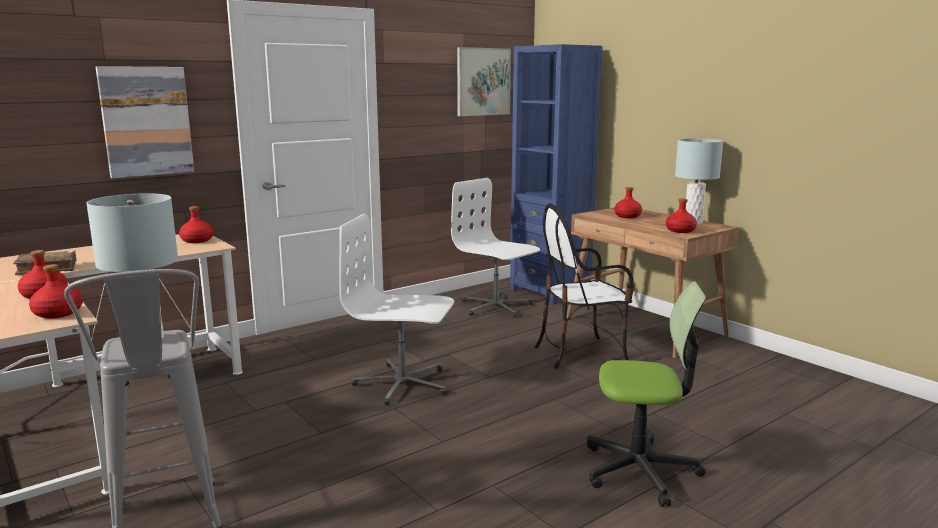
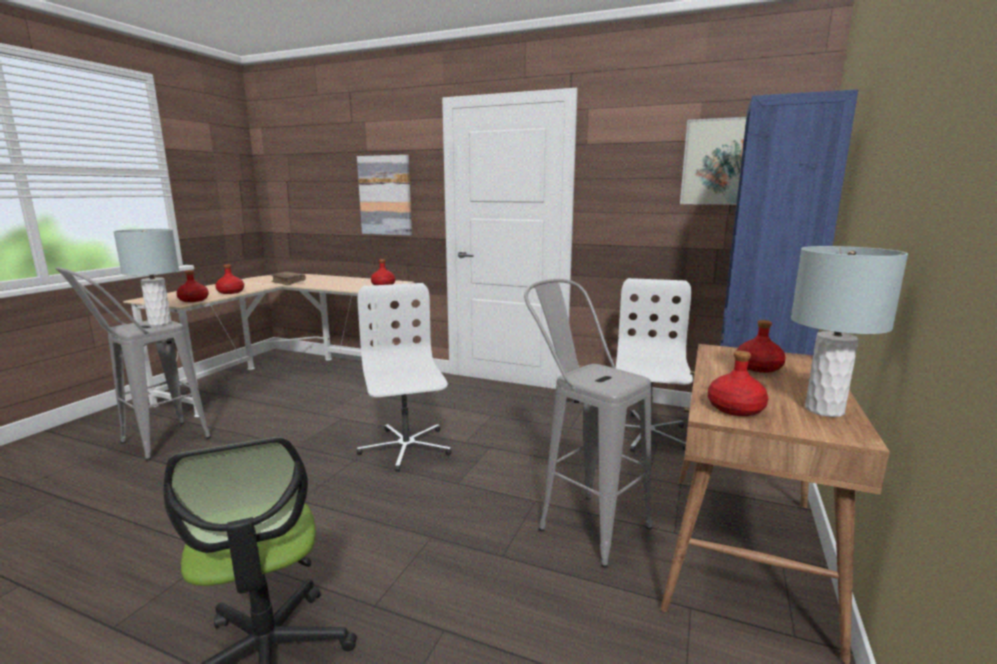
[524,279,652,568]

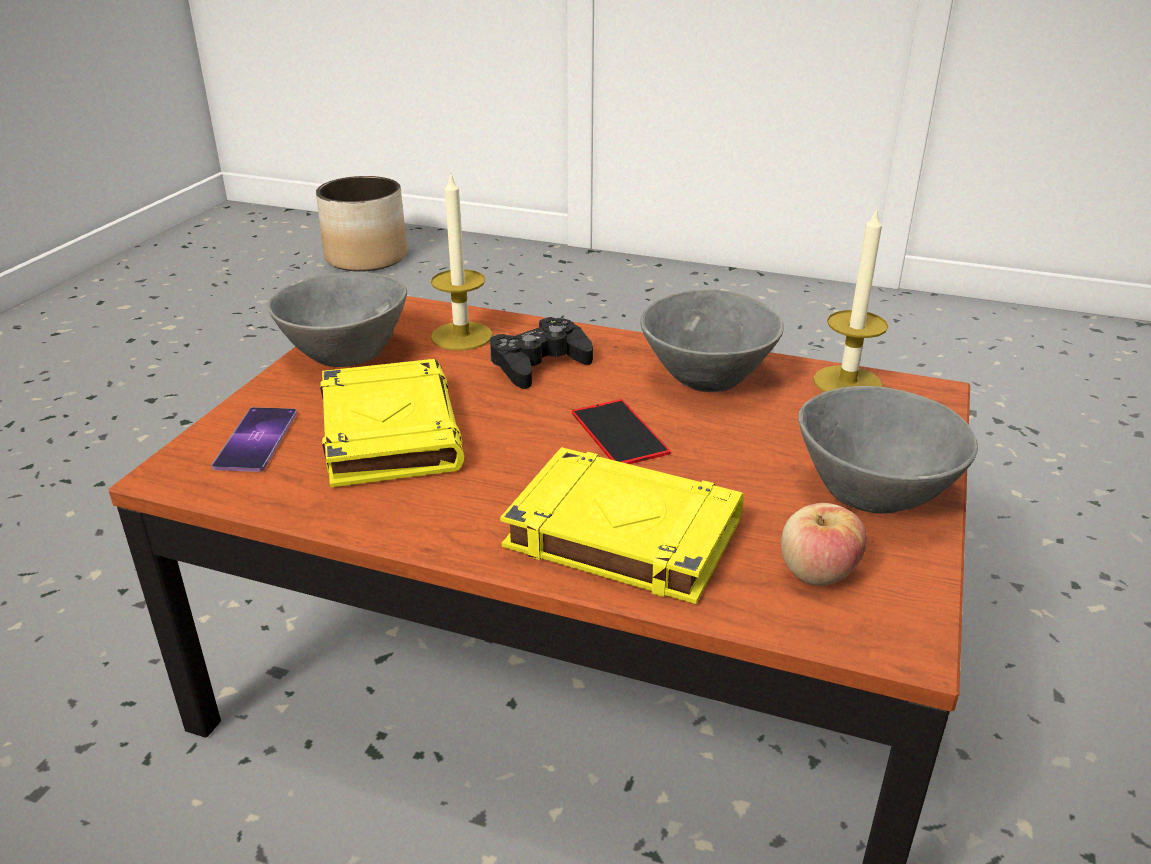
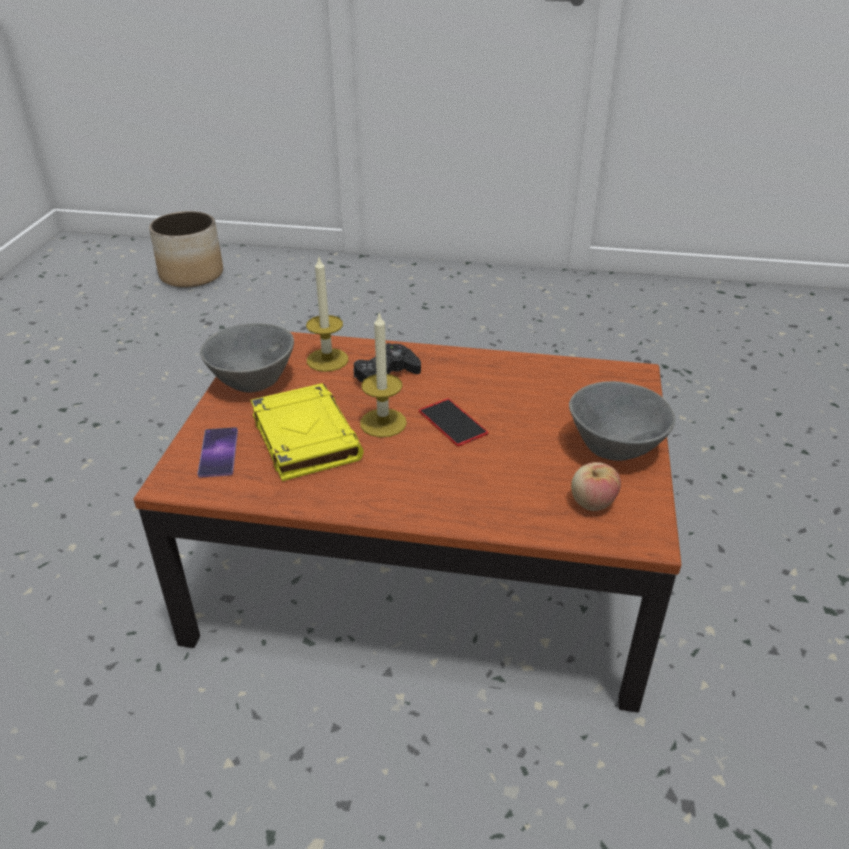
[360,313,407,438]
[640,290,784,392] (first image)
[500,447,744,604] (first image)

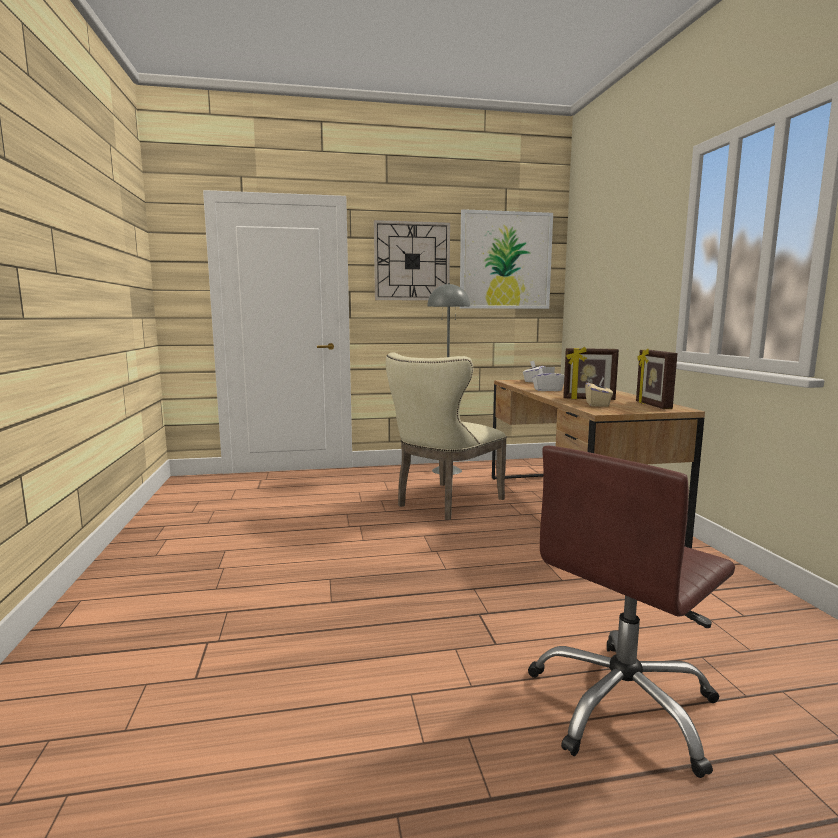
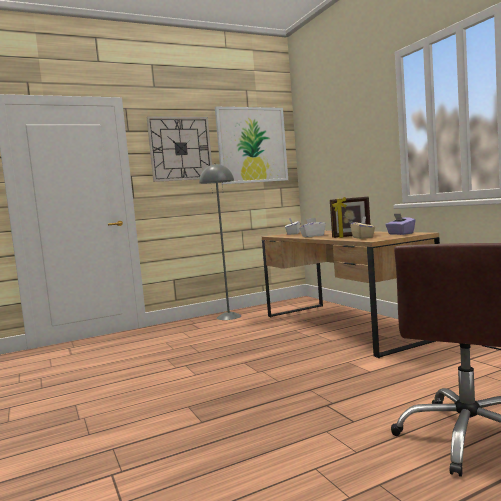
[385,214,416,235]
[386,352,507,520] (first image)

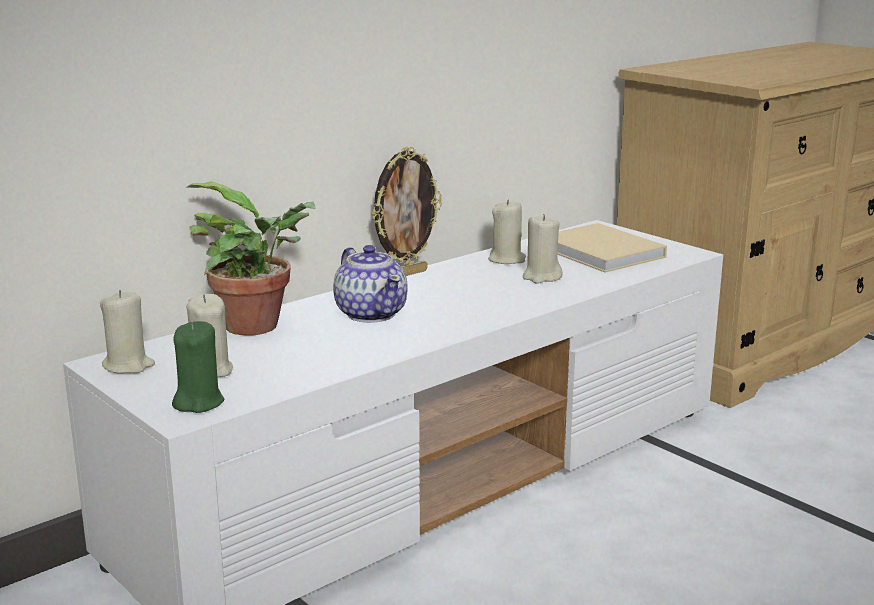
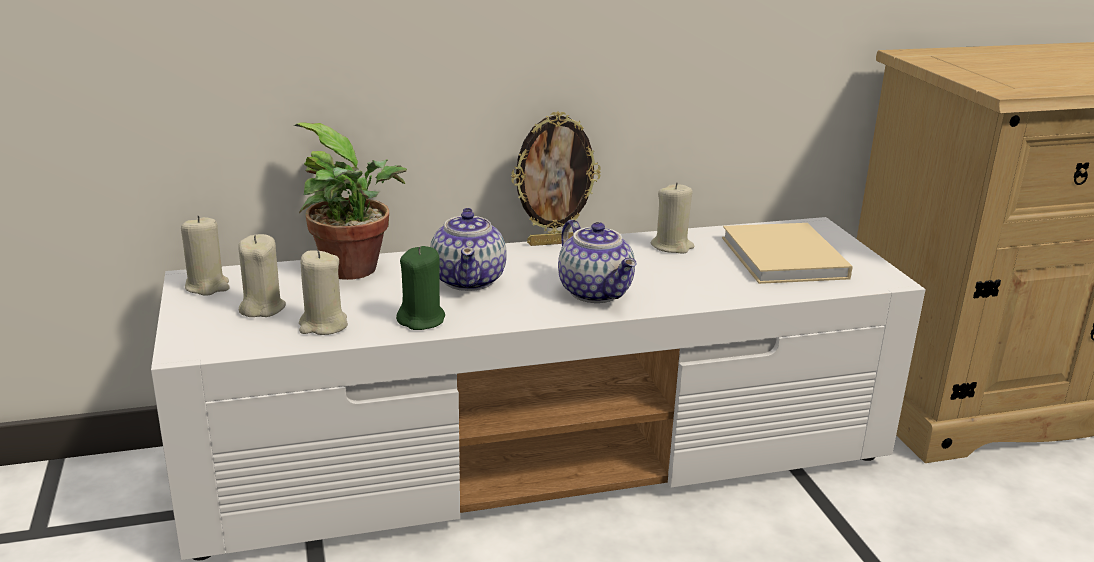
[299,251,348,335]
[396,246,445,330]
[558,219,637,303]

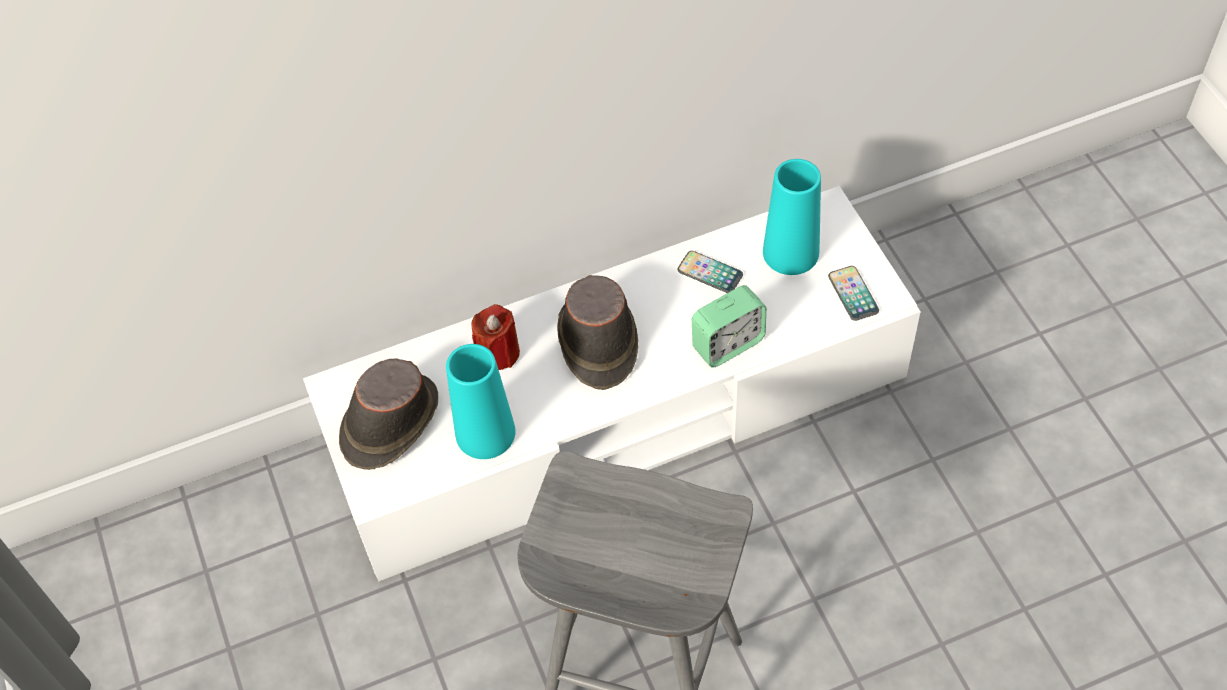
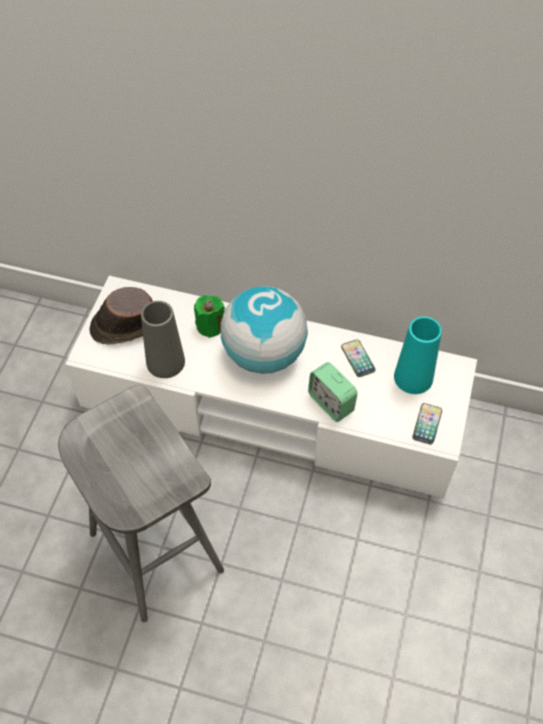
[220,286,308,374]
[308,362,357,422]
[194,295,225,338]
[141,301,185,378]

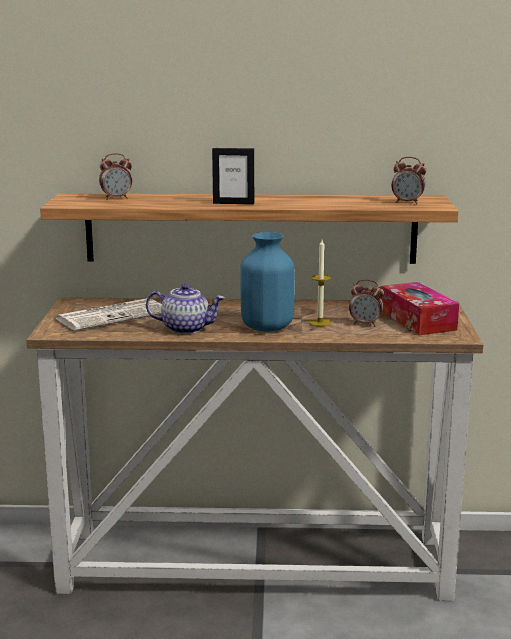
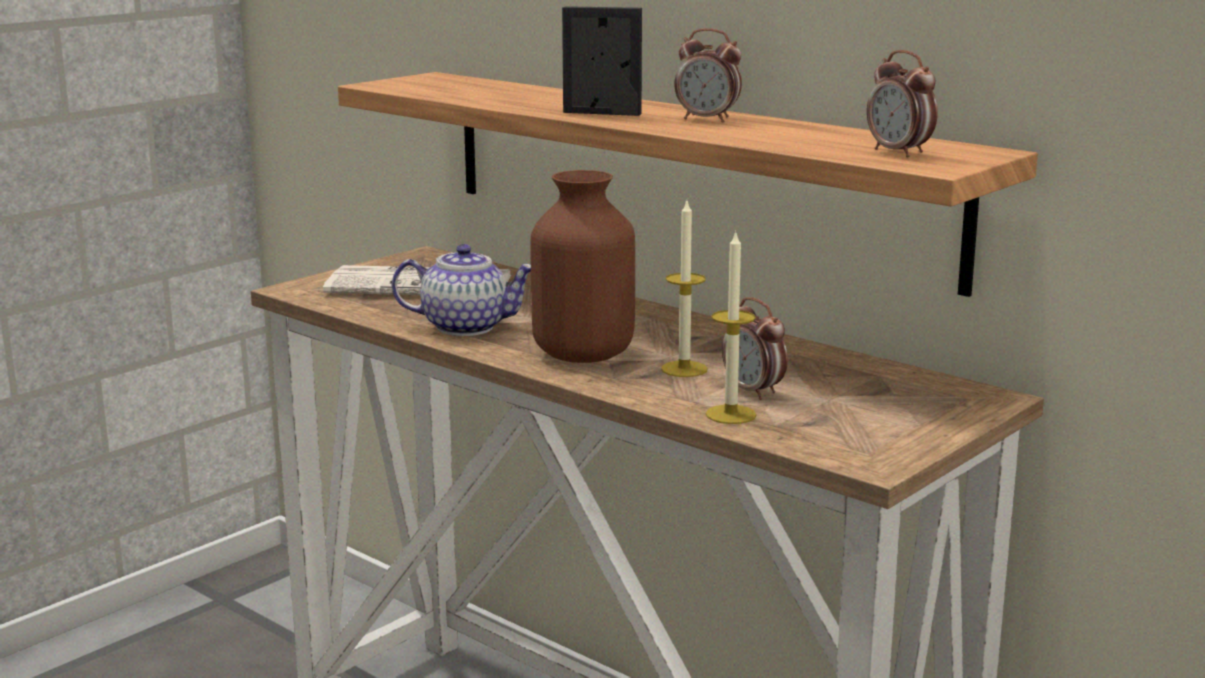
[562,6,642,116]
[675,28,742,123]
[530,170,635,363]
[382,282,459,335] (first image)
[392,244,531,336]
[706,230,756,424]

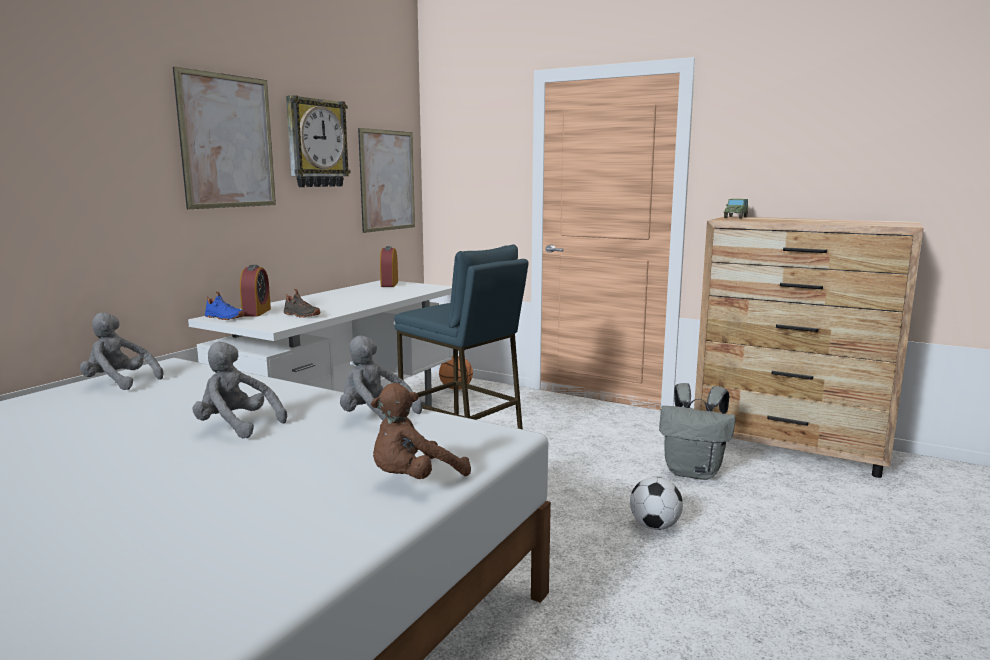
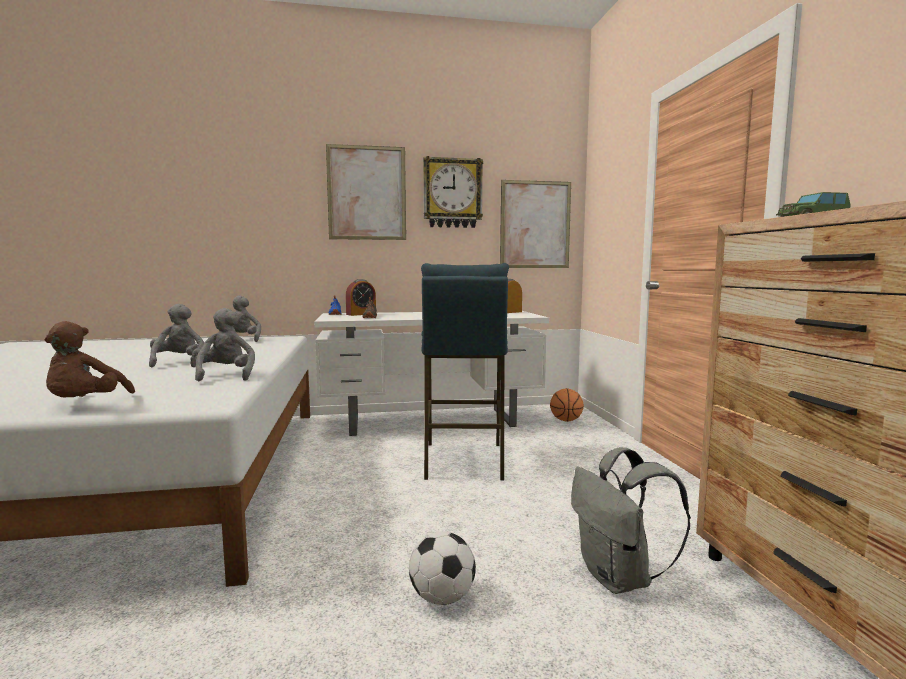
[45,321,135,397]

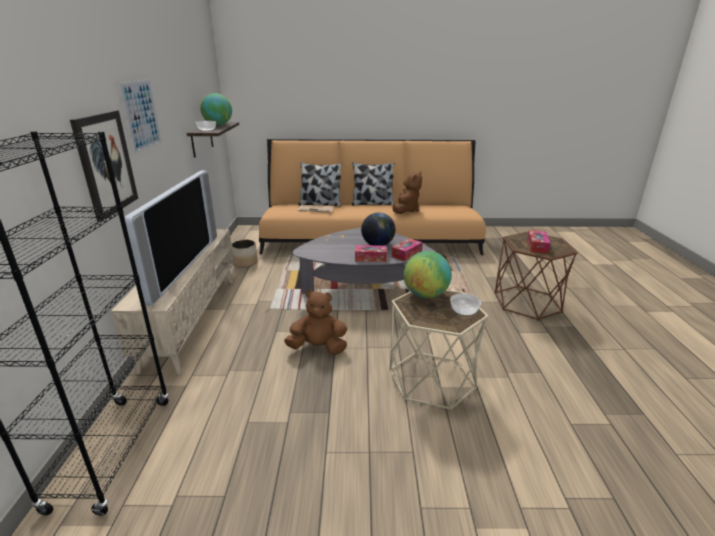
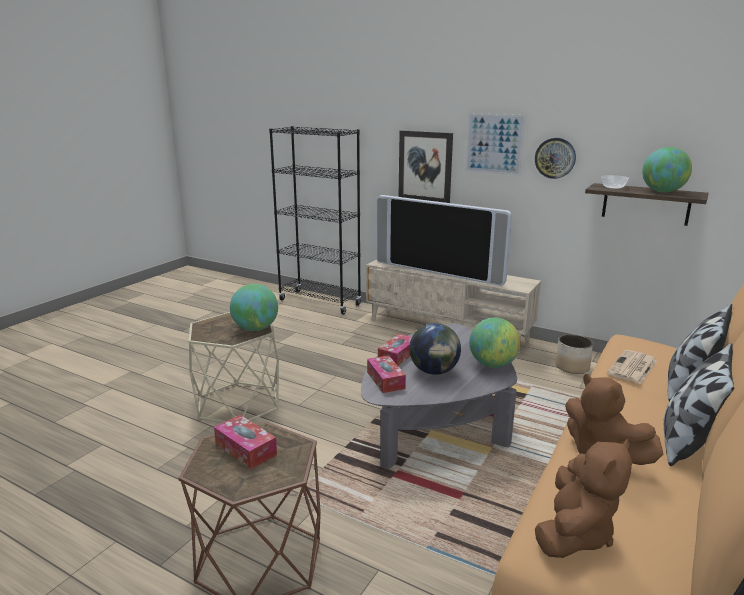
[535,439,632,558]
[450,293,481,316] (first image)
[535,138,576,179]
[469,318,520,368]

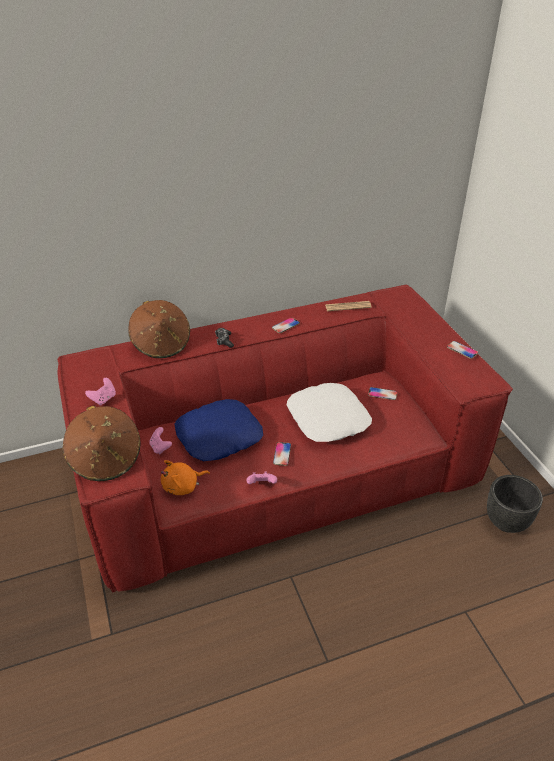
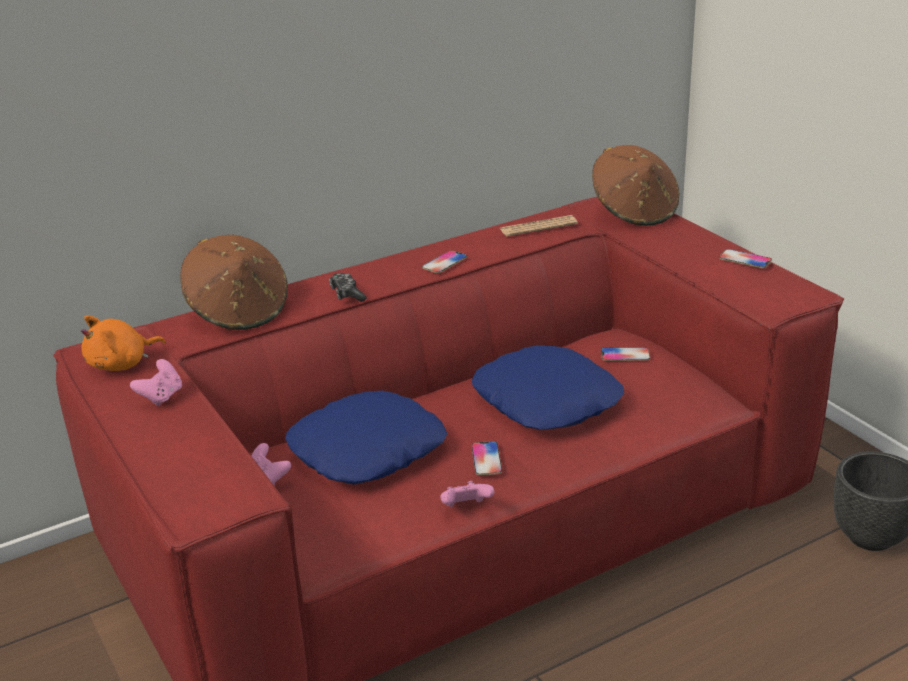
[472,345,624,430]
[592,145,680,226]
[81,315,165,371]

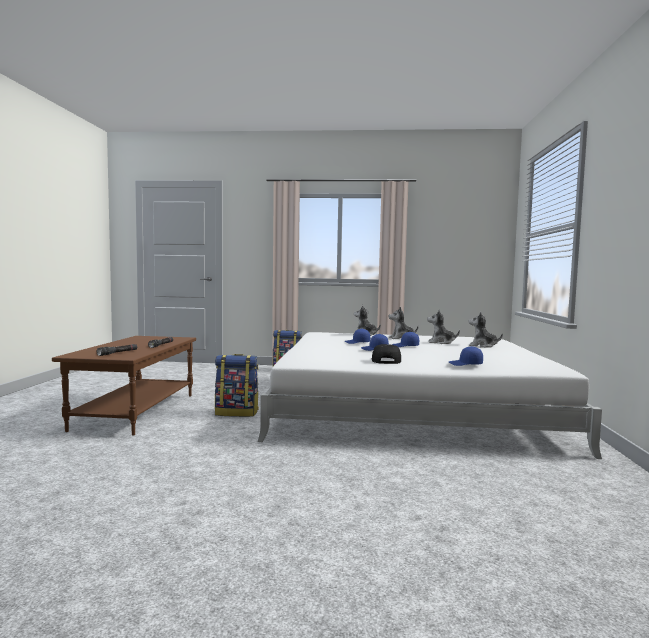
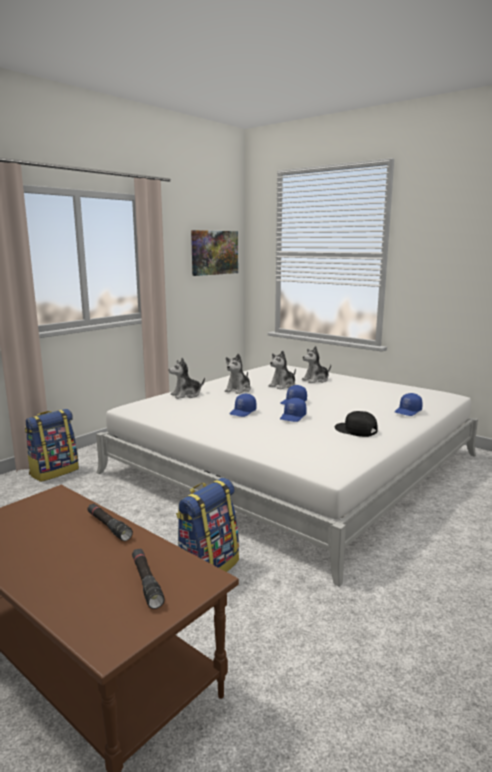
[191,230,238,276]

